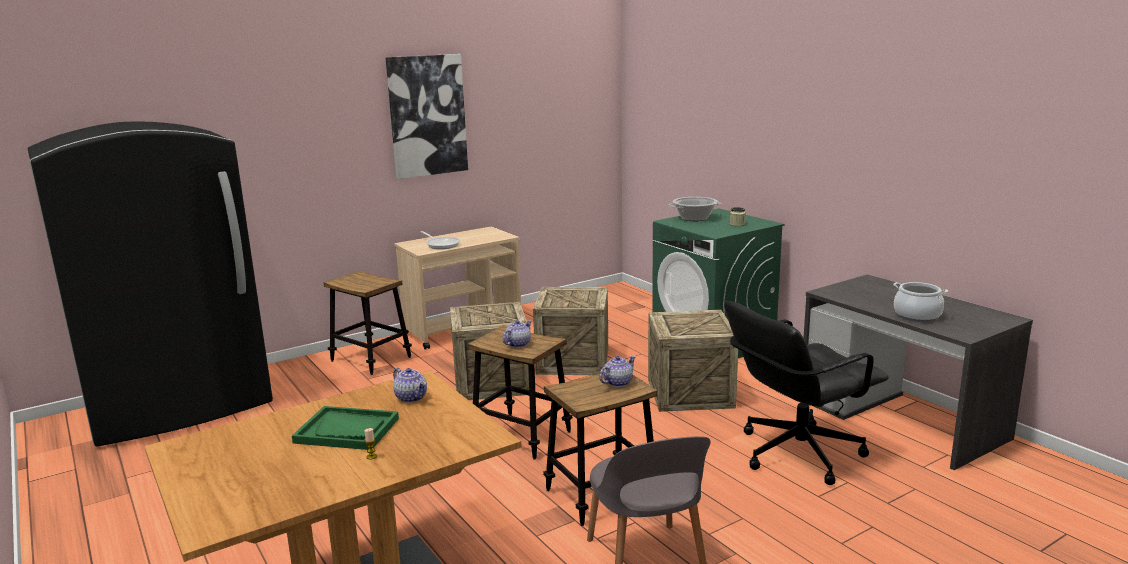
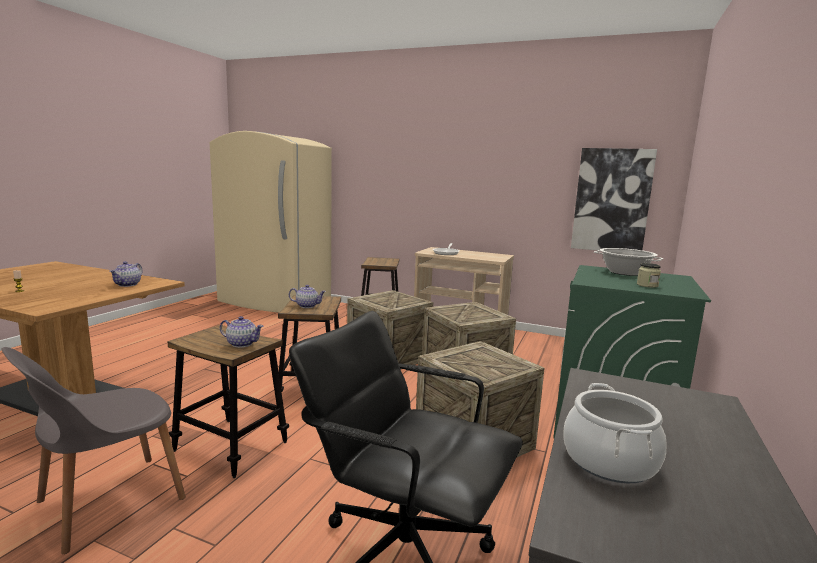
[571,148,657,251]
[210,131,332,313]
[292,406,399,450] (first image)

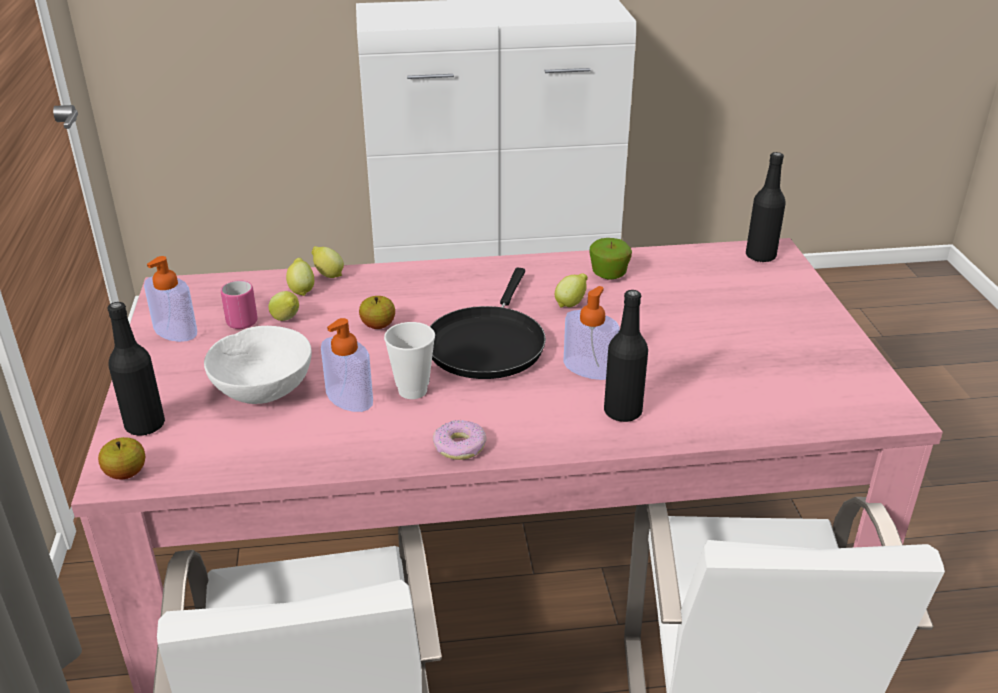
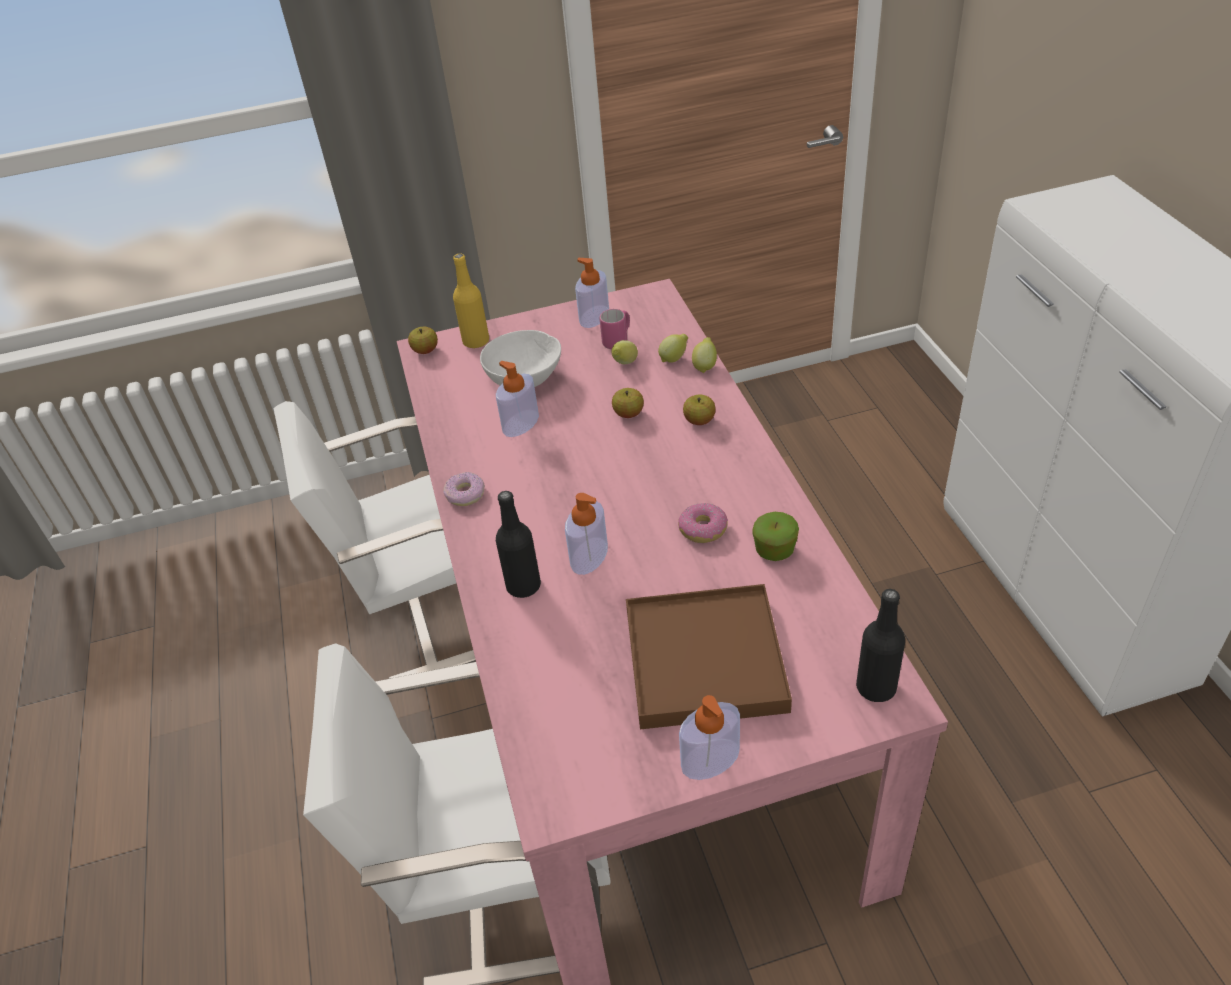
[430,268,546,379] (first image)
[678,503,728,543]
[453,254,489,348]
[384,322,435,399] (first image)
[683,395,716,425]
[626,584,792,729]
[679,695,740,780]

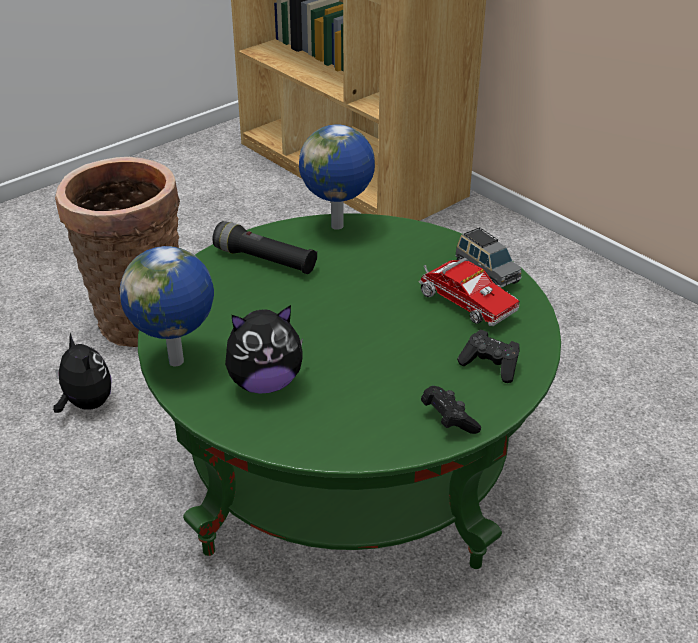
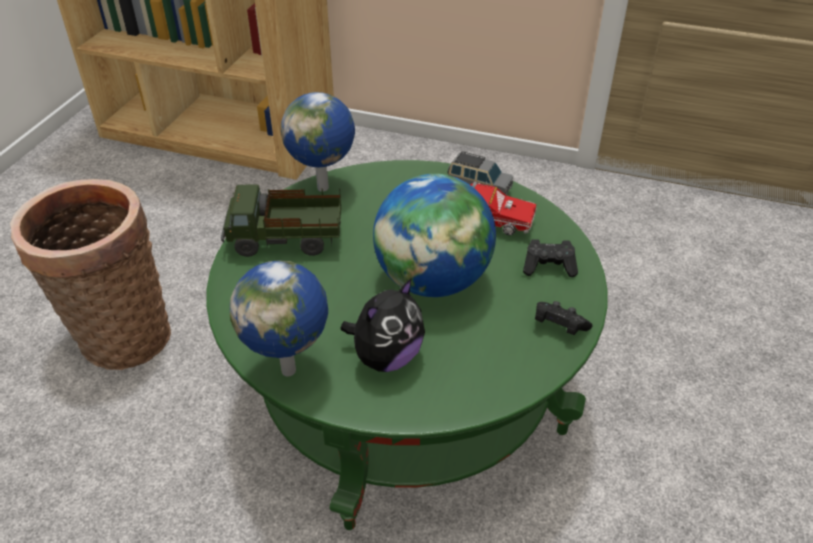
[221,184,341,257]
[53,332,112,413] (first image)
[373,174,496,297]

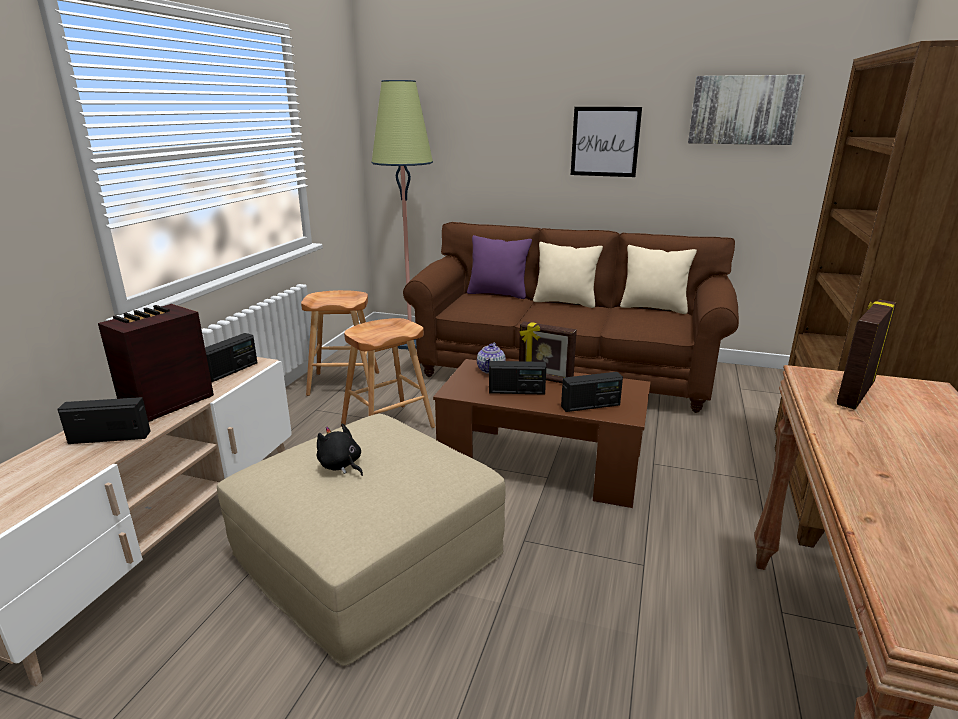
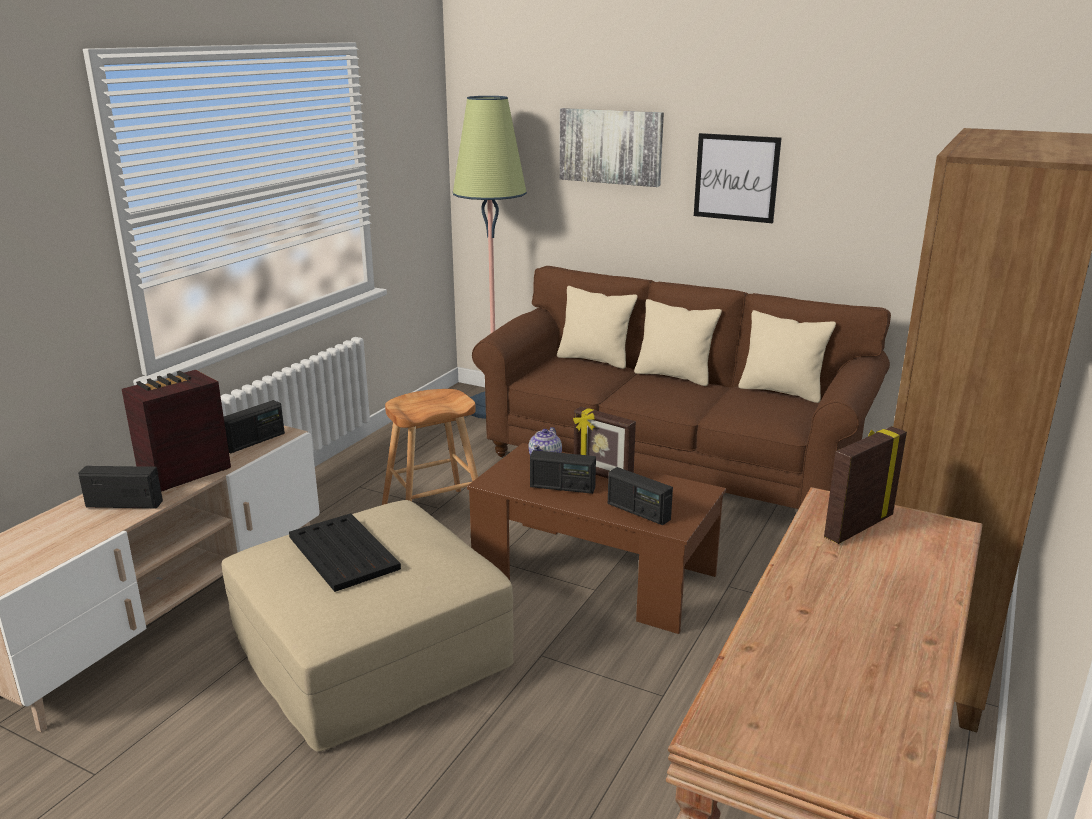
[559,108,664,187]
[557,286,638,369]
[301,290,379,396] (first image)
[608,467,673,525]
[289,513,401,592]

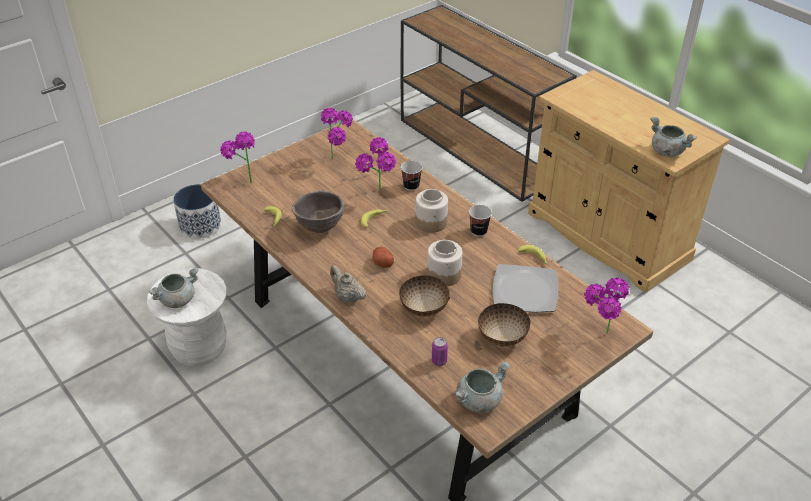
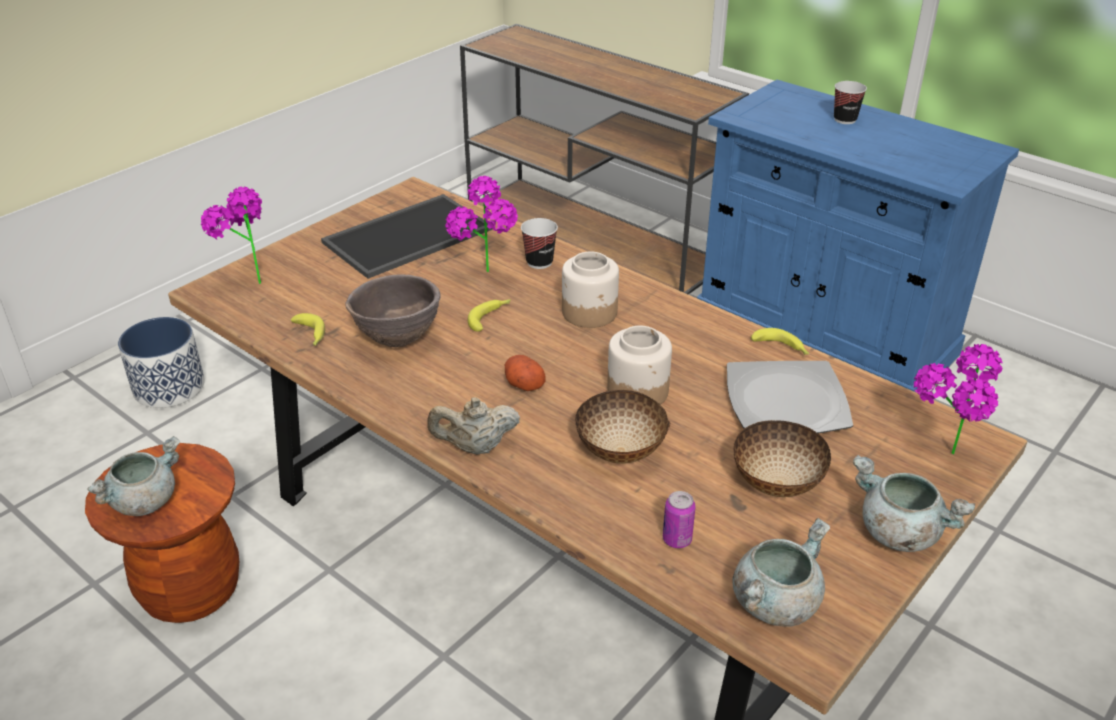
[697,80,1019,393]
[321,194,493,279]
[853,455,975,552]
[834,81,867,124]
[427,397,520,455]
[85,443,239,623]

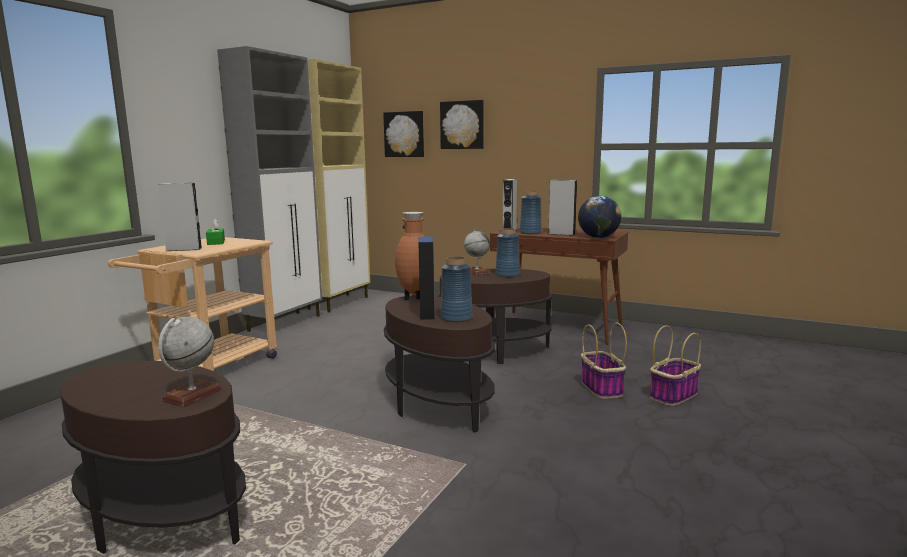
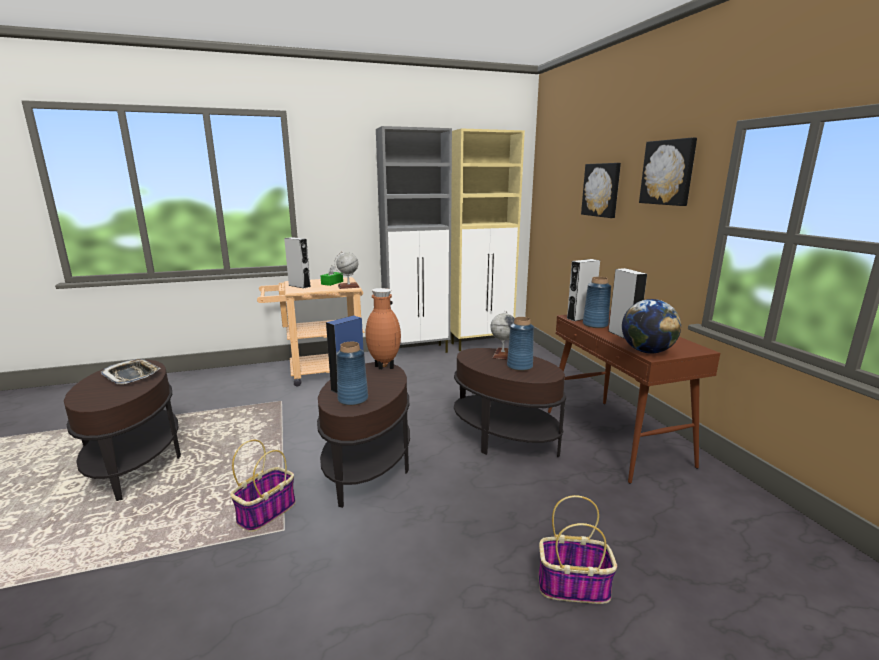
[639,138,697,206]
[334,252,360,289]
[230,440,296,532]
[101,359,160,384]

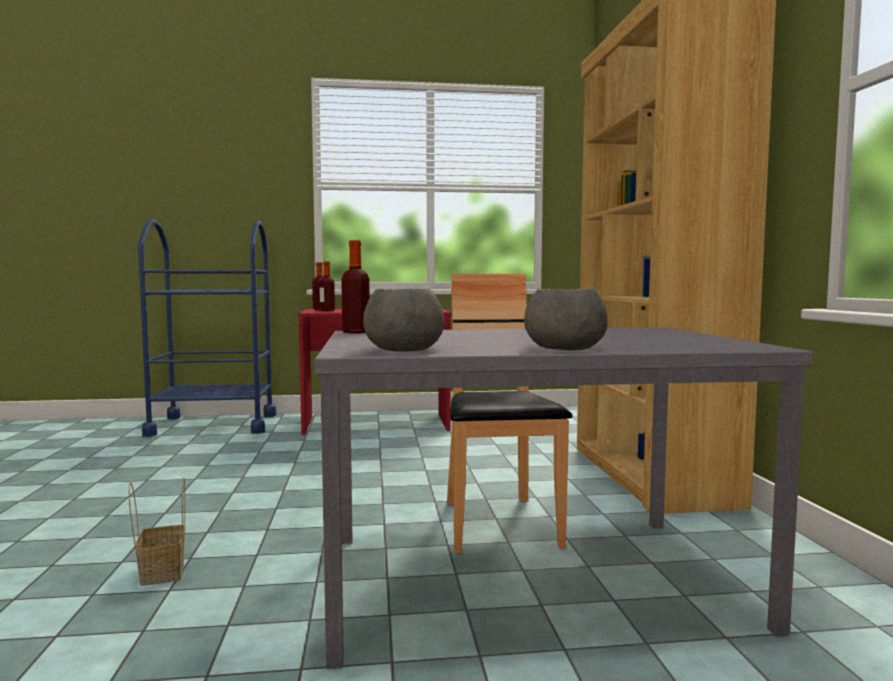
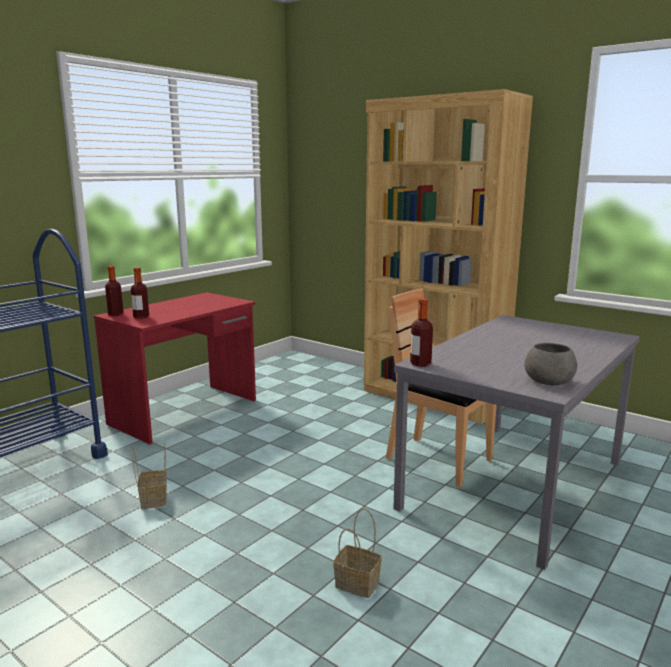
[524,289,608,350] (first image)
[131,443,167,509]

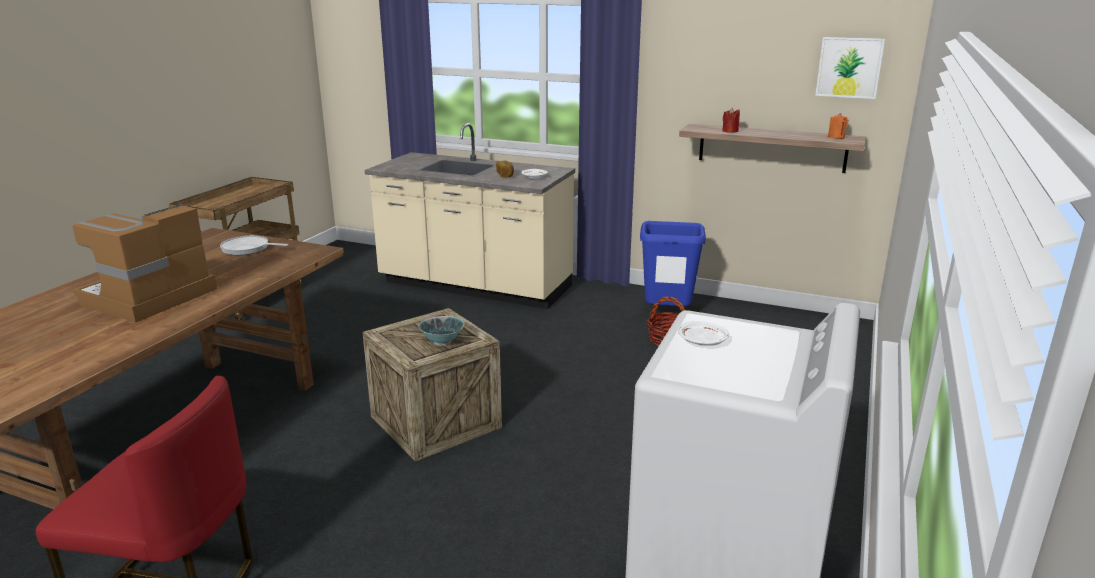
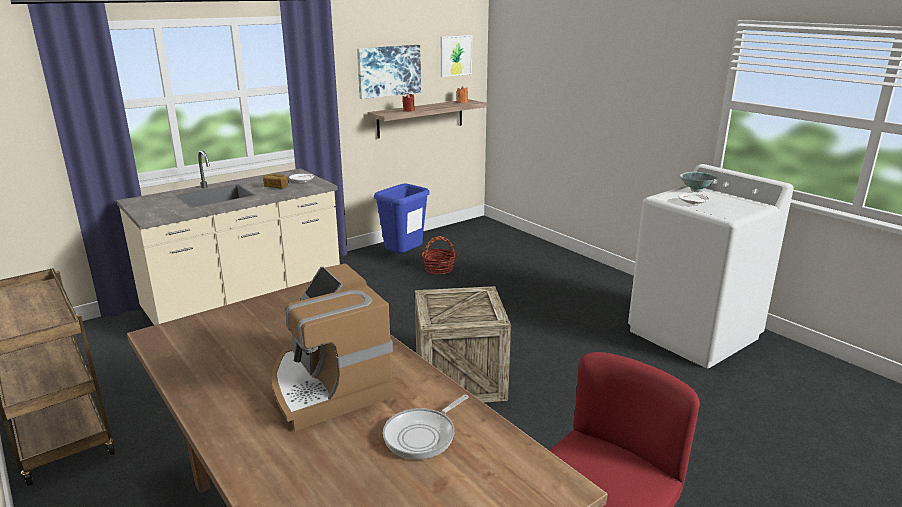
[383,394,469,459]
[680,172,717,192]
[357,45,421,99]

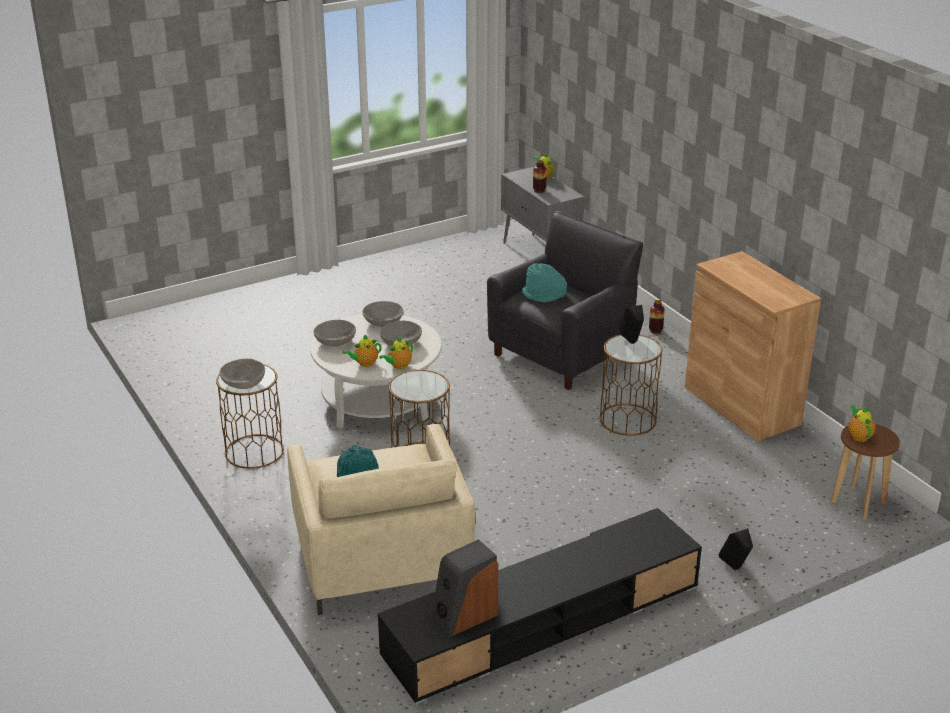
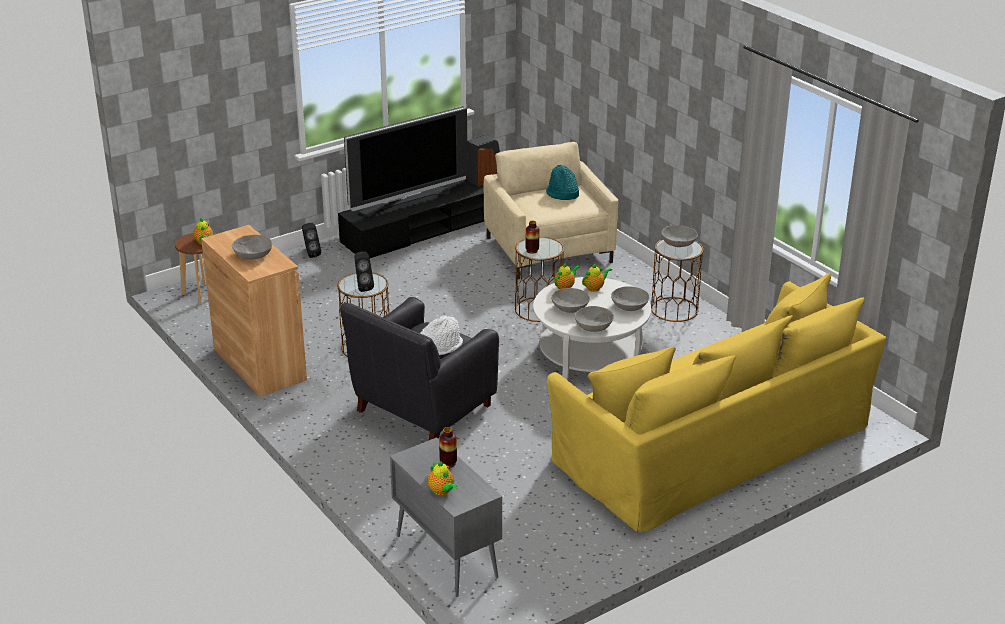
[420,315,463,355]
[526,221,539,254]
[344,106,468,217]
[232,235,272,260]
[547,273,886,532]

